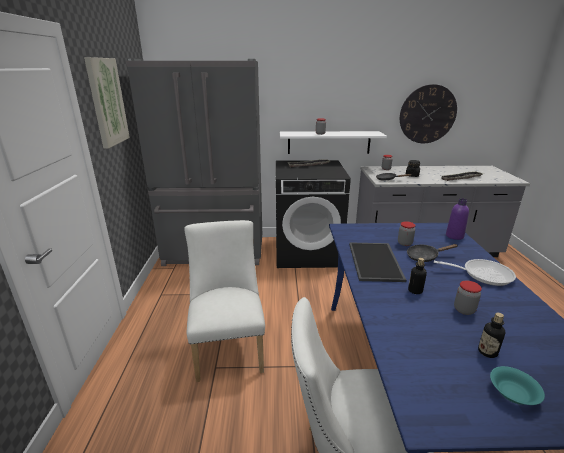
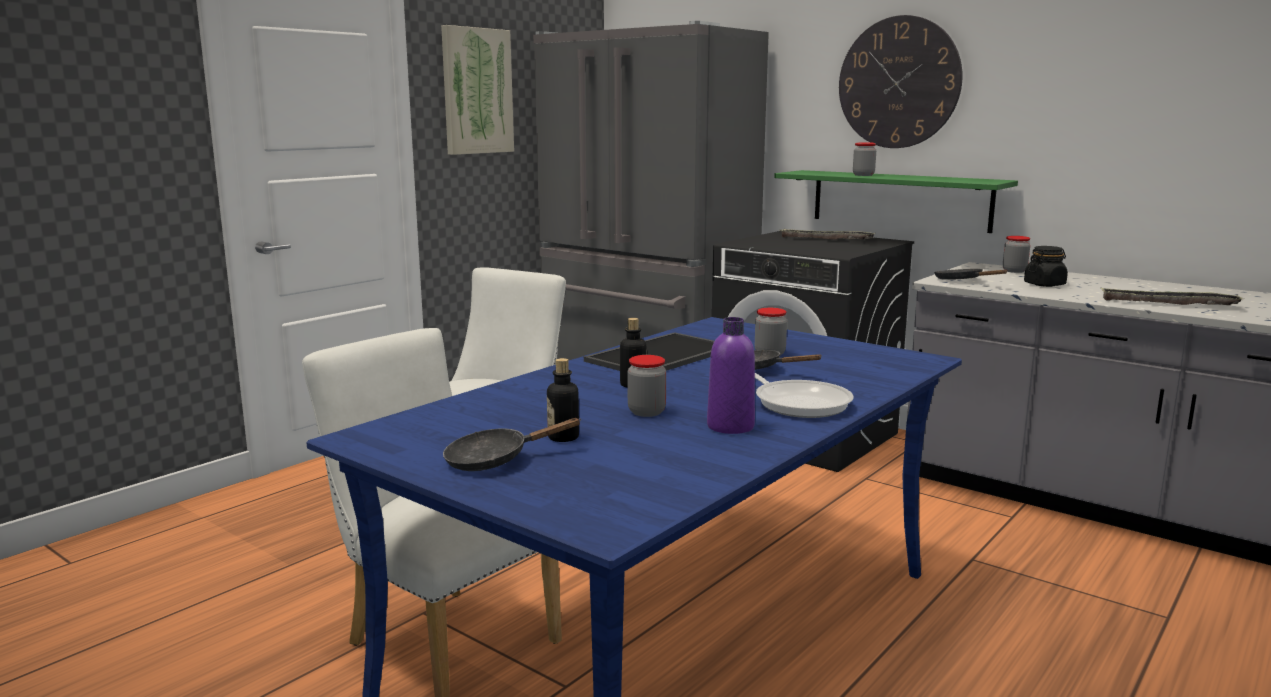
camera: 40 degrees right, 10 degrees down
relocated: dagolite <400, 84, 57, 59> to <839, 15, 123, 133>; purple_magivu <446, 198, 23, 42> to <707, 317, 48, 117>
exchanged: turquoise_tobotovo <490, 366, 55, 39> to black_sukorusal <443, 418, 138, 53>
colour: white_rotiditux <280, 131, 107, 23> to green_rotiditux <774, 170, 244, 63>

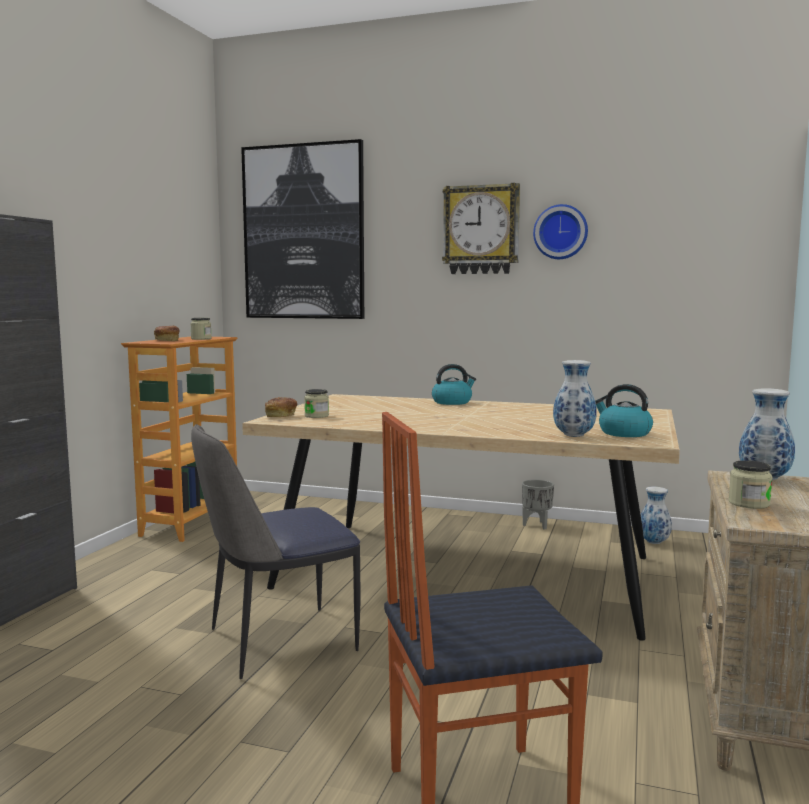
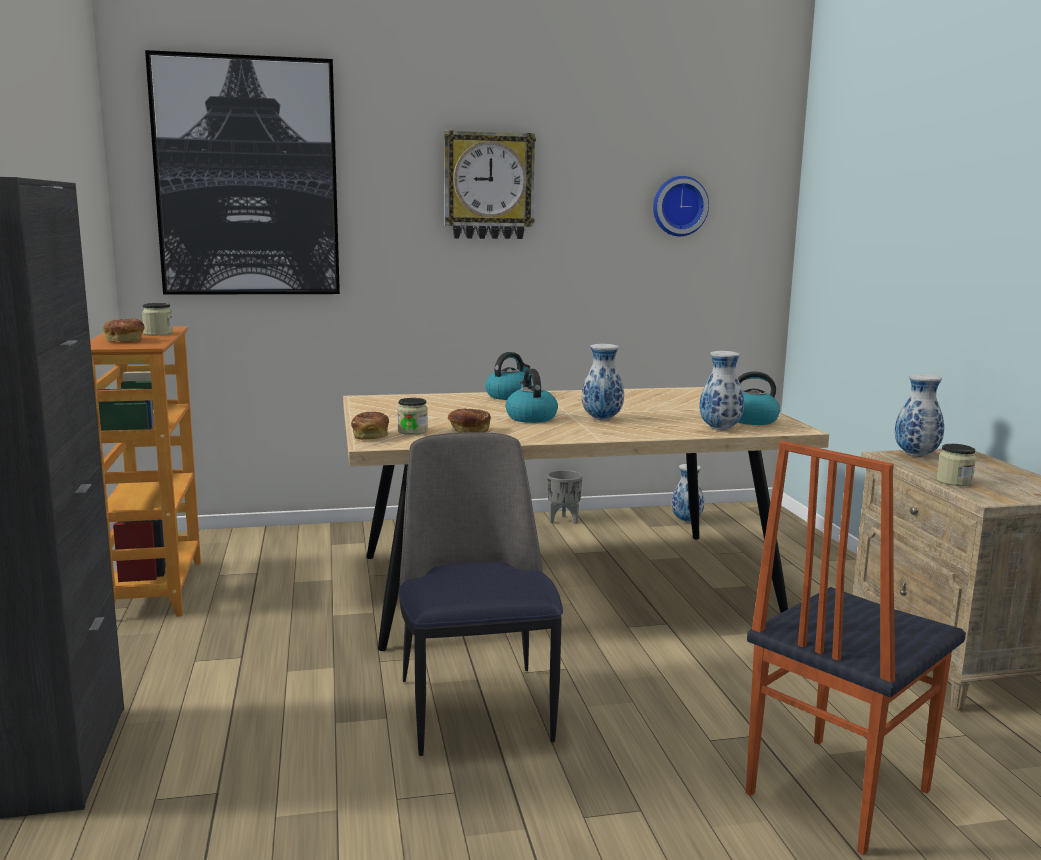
camera: 30 degrees left, 5 degrees up
appeared: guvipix <448, 409, 43, 24>; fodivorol <506, 369, 52, 54>; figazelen <582, 344, 42, 76>
relocated: dagolite <533, 204, 55, 55> to <653, 176, 56, 61>
spun: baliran <191, 424, 170, 255> = <399, 432, 164, 324> 135 degrees clockwise

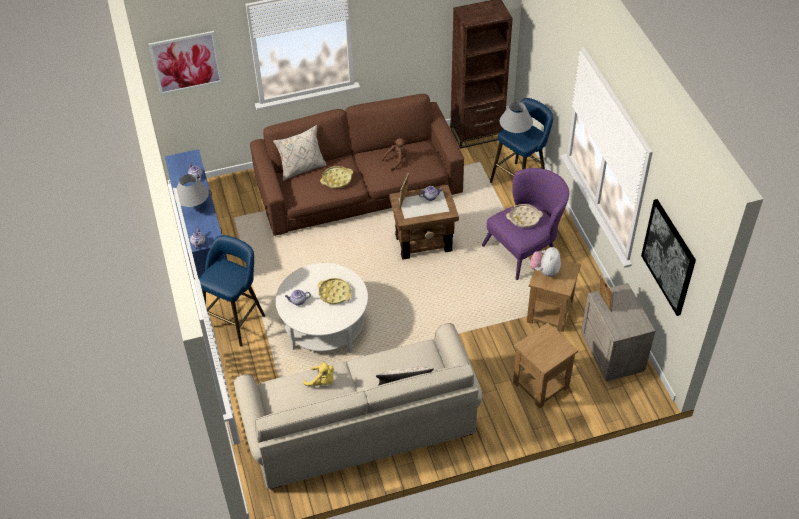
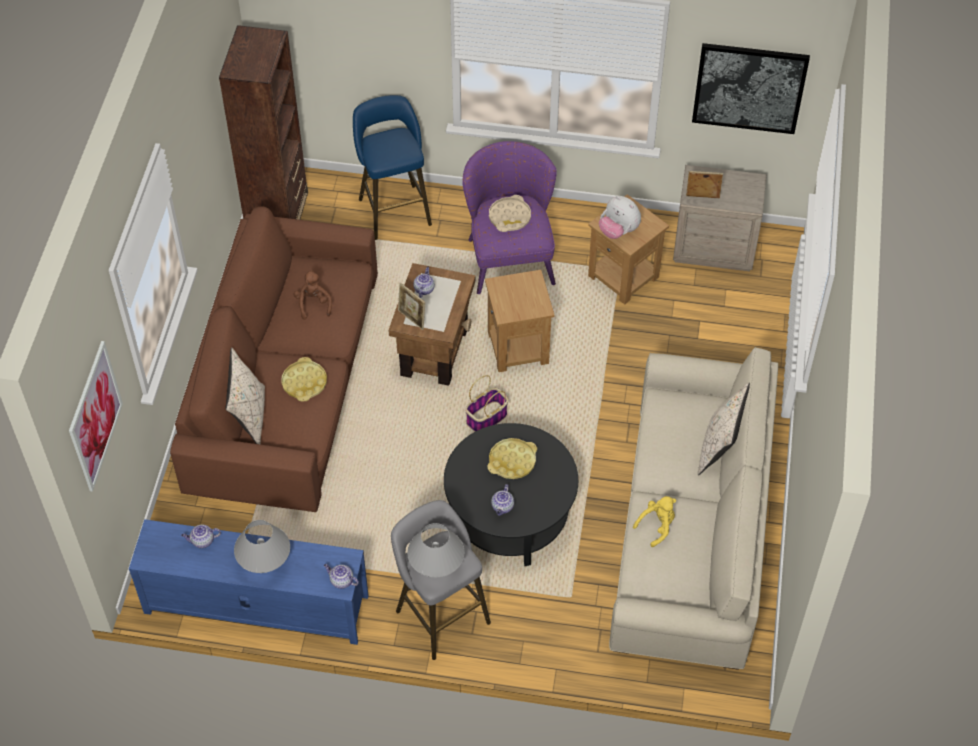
camera: 65 degrees left, 5 degrees up
appeared: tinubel <465, 375, 43, 57>
relocated: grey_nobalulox <499, 102, 34, 32> to <407, 523, 58, 54>; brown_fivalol <513, 323, 65, 86> to <485, 270, 70, 102>
colour: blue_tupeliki <199, 235, 66, 111> to grey_tupeliki <391, 500, 100, 160>; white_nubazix <276, 263, 92, 90> to black_nubazix <444, 423, 134, 143>

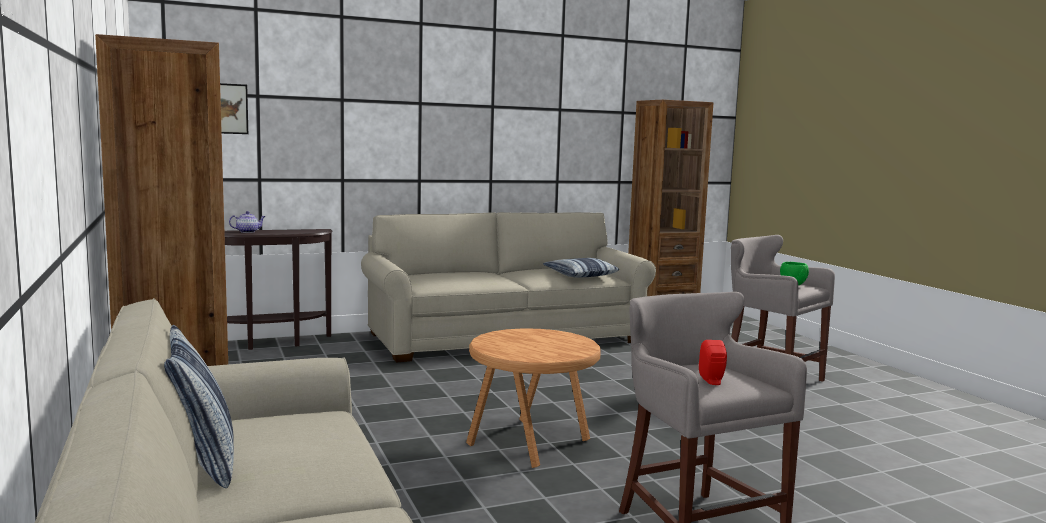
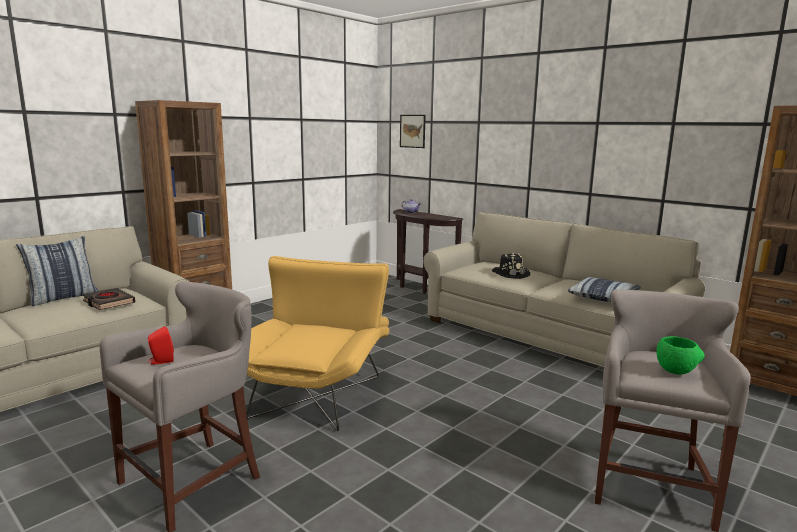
camera: 65 degrees right, 5 degrees up
appeared: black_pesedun <82, 288, 53, 22>; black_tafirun <492, 253, 38, 26>
exchanged: brown_fivalol <466, 328, 135, 140> to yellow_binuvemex <246, 256, 143, 175>

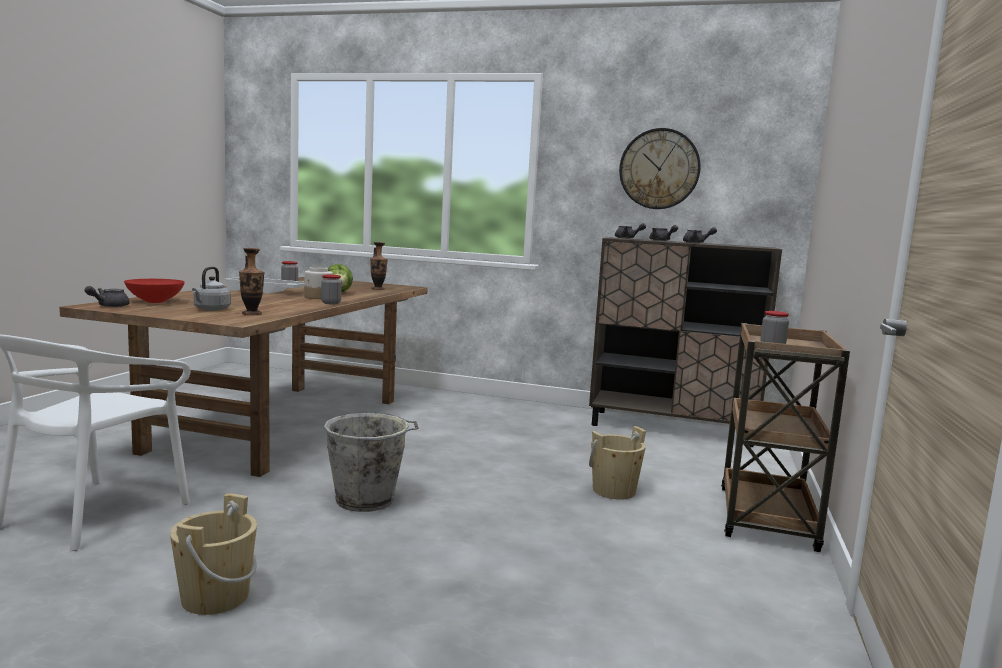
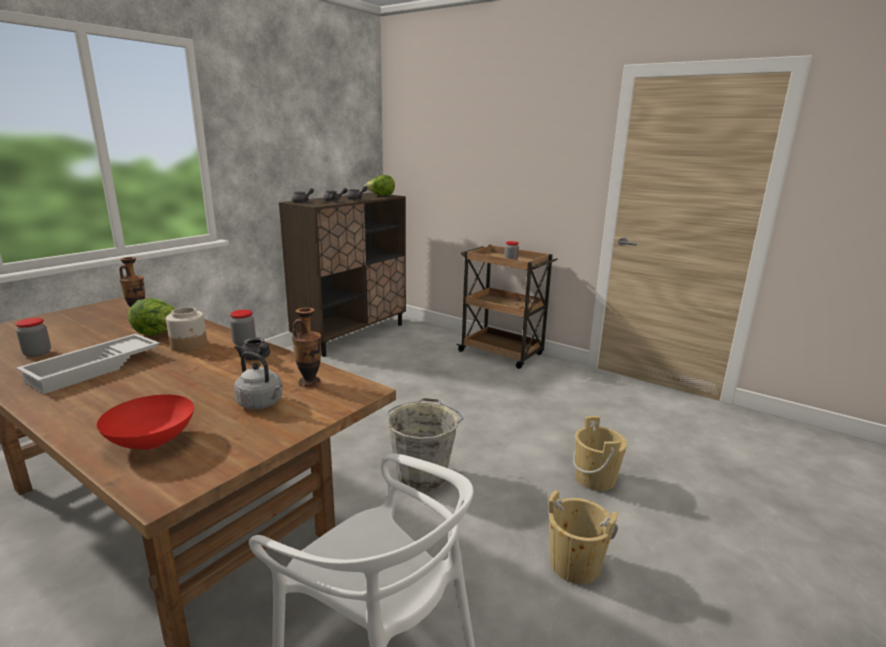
camera: 70 degrees left, 10 degrees up
missing: dagolite <619, 128, 81, 81>
appeared: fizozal <365, 175, 30, 21>
relocated: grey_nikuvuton <84, 286, 46, 21> to <234, 337, 36, 23>; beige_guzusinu <589, 426, 57, 74> to <573, 416, 54, 75>

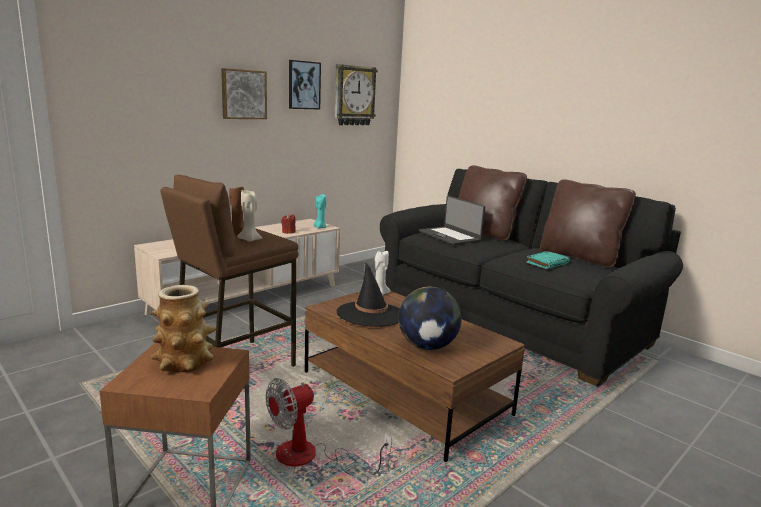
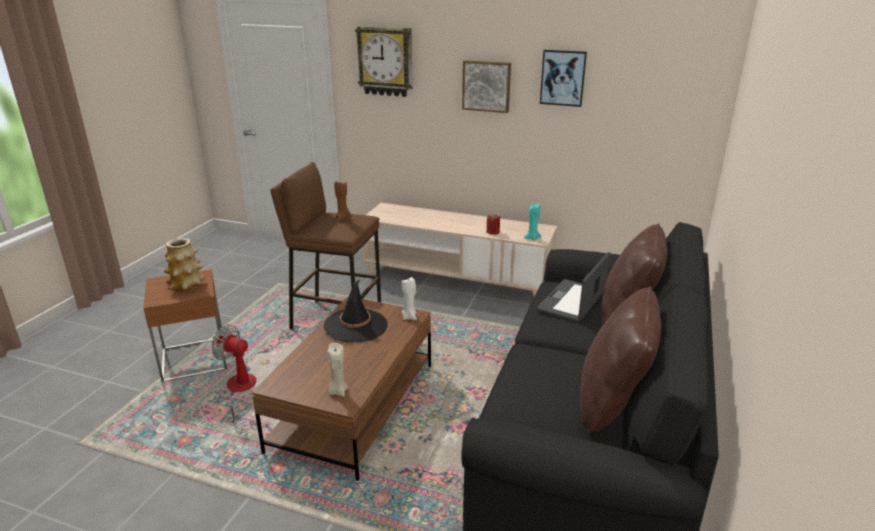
camera: 65 degrees right, 10 degrees up
missing: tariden <398, 287, 64, 63>; turquoise_pesedun <526, 251, 44, 18>
relocated: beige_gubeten <238, 190, 24, 52> to <327, 343, 21, 53>; dagolite <335, 64, 43, 61> to <355, 26, 58, 71>

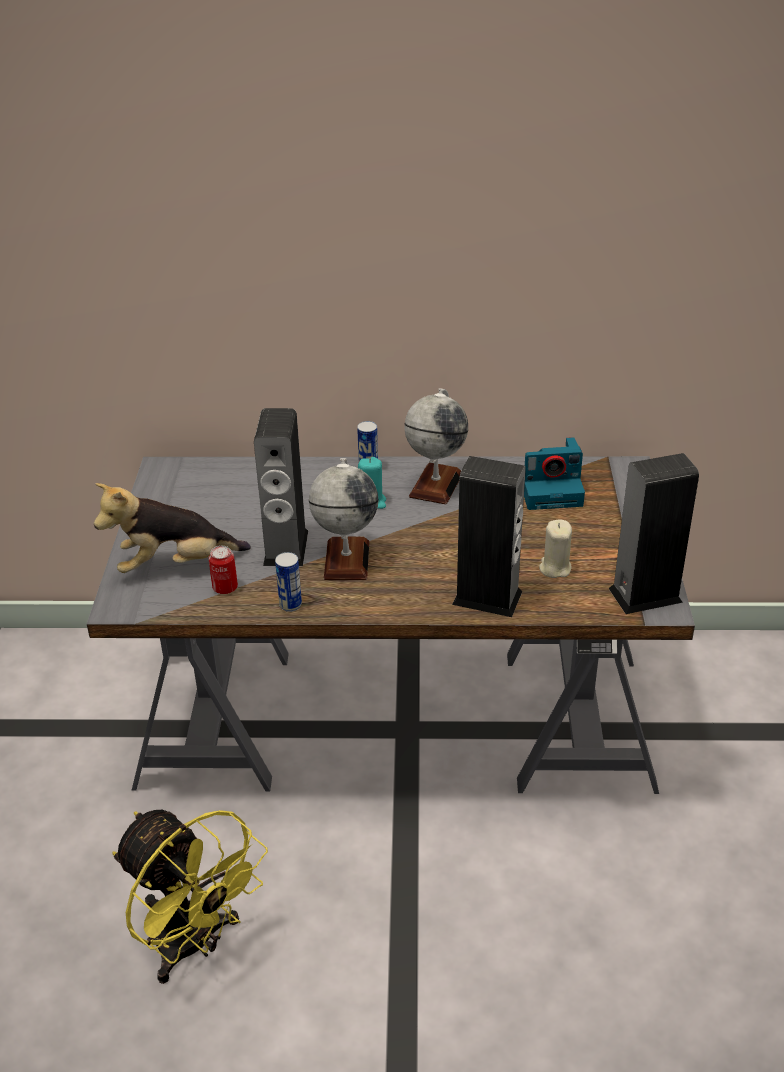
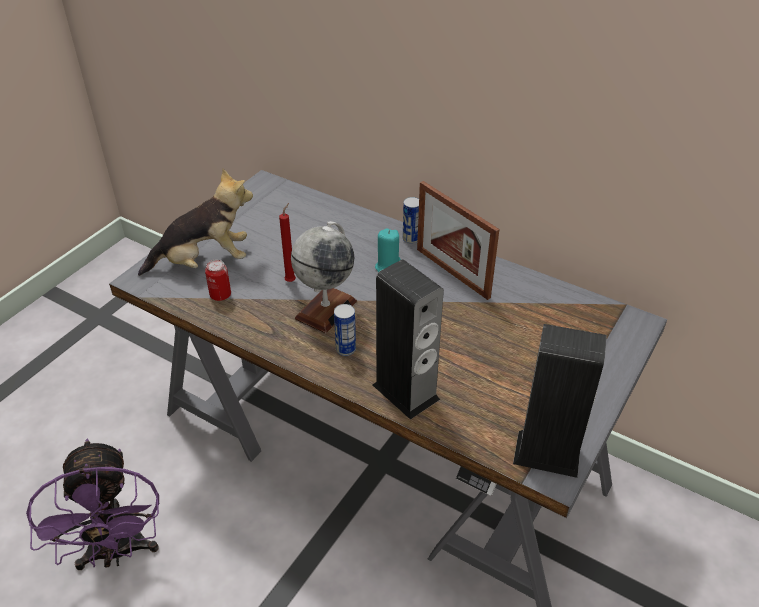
camera: 30 degrees right, 5 degrees up
missing: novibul <524, 437, 61, 73>; beige_gubeten <539, 519, 33, 59>
relocated: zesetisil <275, 552, 27, 60> to <334, 304, 22, 52>
exchanged: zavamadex <254, 408, 54, 158> to red_gubeten <279, 203, 17, 79>; tariden <404, 388, 64, 116> to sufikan <417, 181, 82, 119>
colour: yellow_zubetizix <113, 810, 155, 174> to purple_zubetizix <26, 439, 133, 131>
spun: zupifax <94, 483, 157, 90> = <138, 168, 115, 108> 150 degrees clockwise

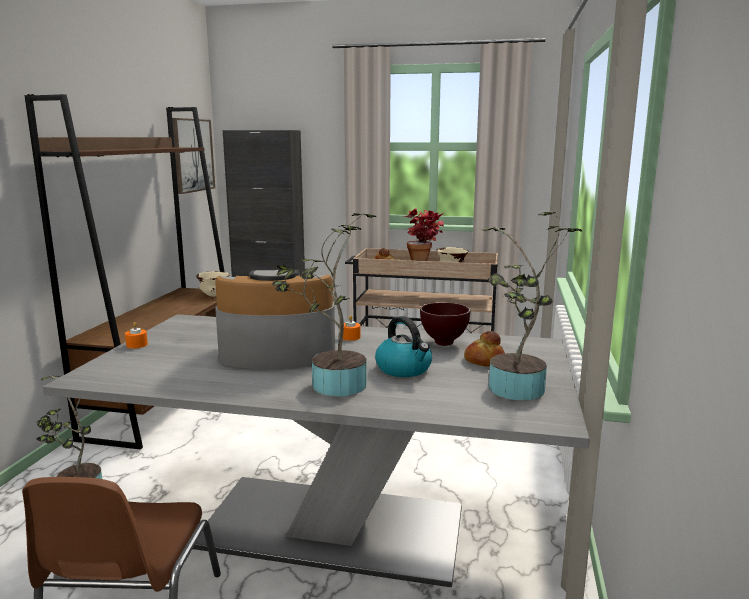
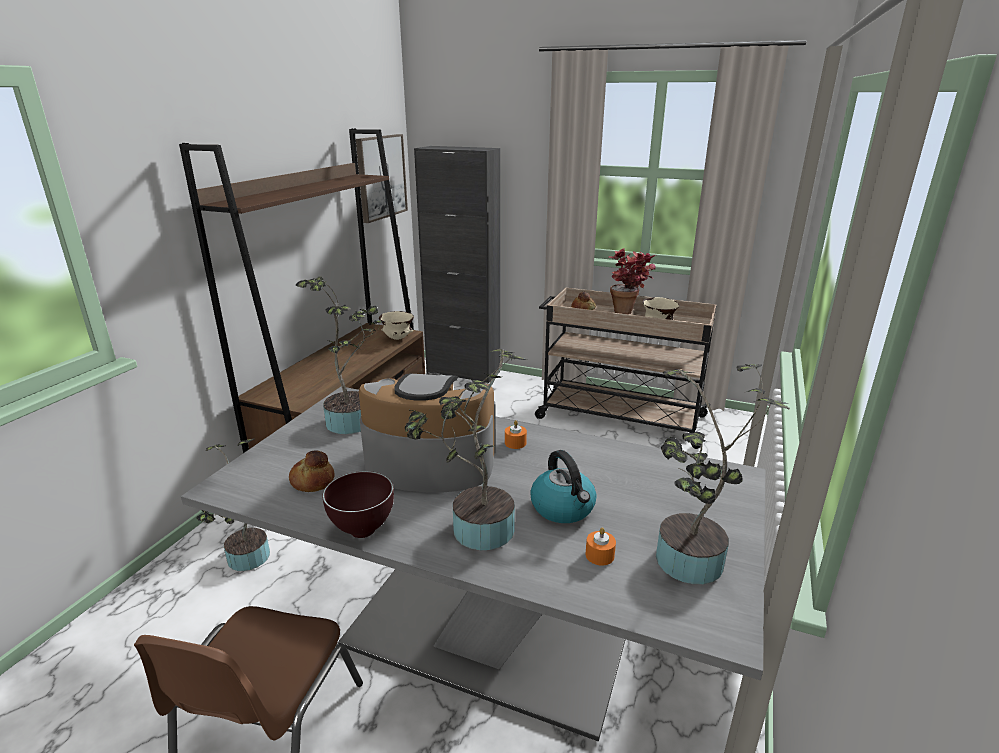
camera: 10 degrees right, 10 degrees up
appeared: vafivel <296, 276, 88, 158>
relocated: orange_gubeten <125, 322, 23, 27> to <586, 527, 30, 39>; brown_tobotovo <420, 302, 50, 44> to <322, 471, 72, 67>; guvipix <464, 331, 41, 36> to <289, 450, 46, 42>

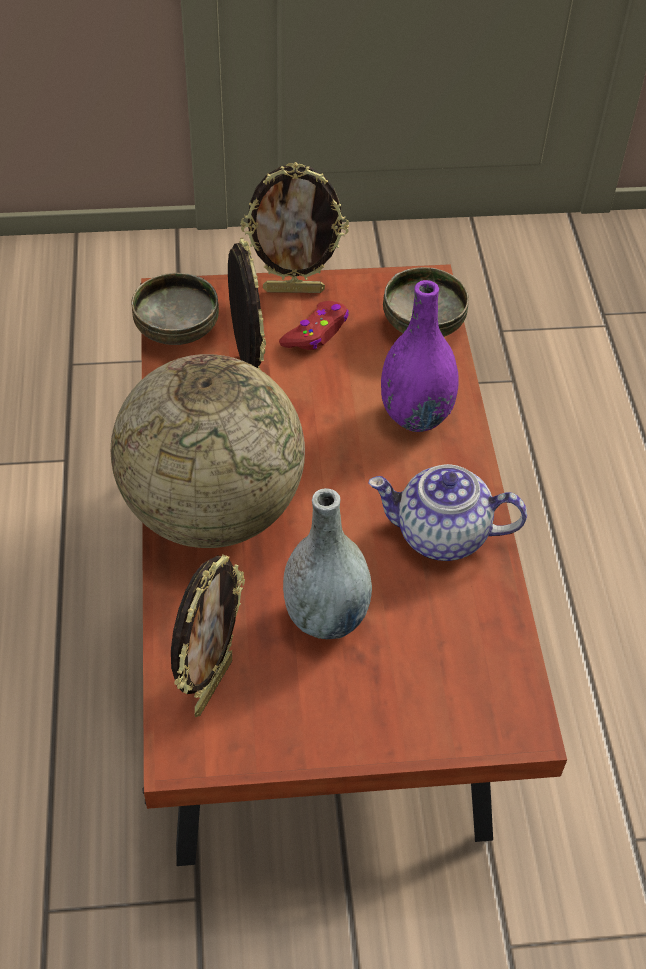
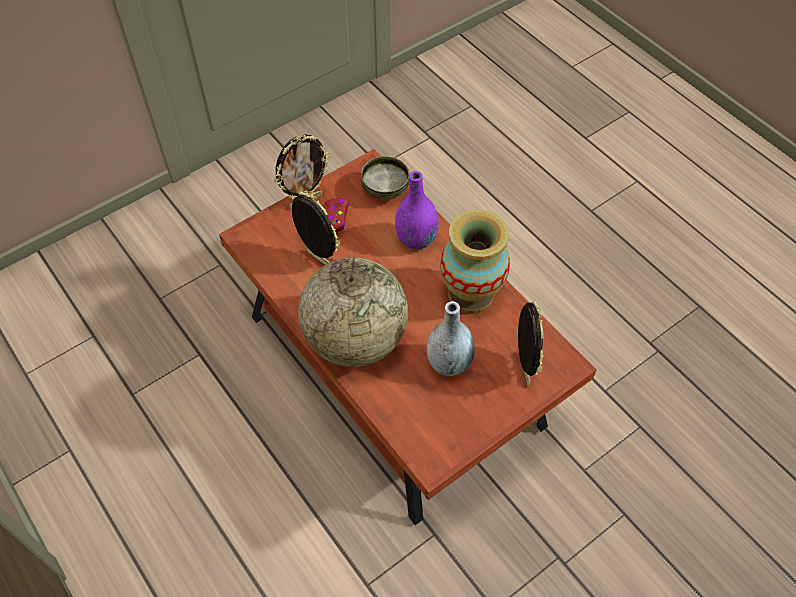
camera: 30 degrees left, 5 degrees up
missing: tobotovo <131, 273, 88, 72>
relocated: sufikan <171, 554, 74, 163> to <518, 300, 26, 86>
exchanged: nikuvuton <368, 464, 159, 97> to figazelen <440, 209, 70, 105>

